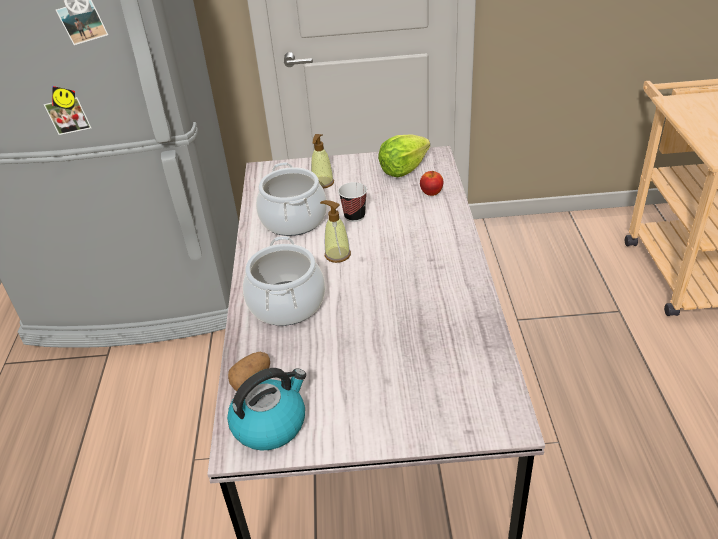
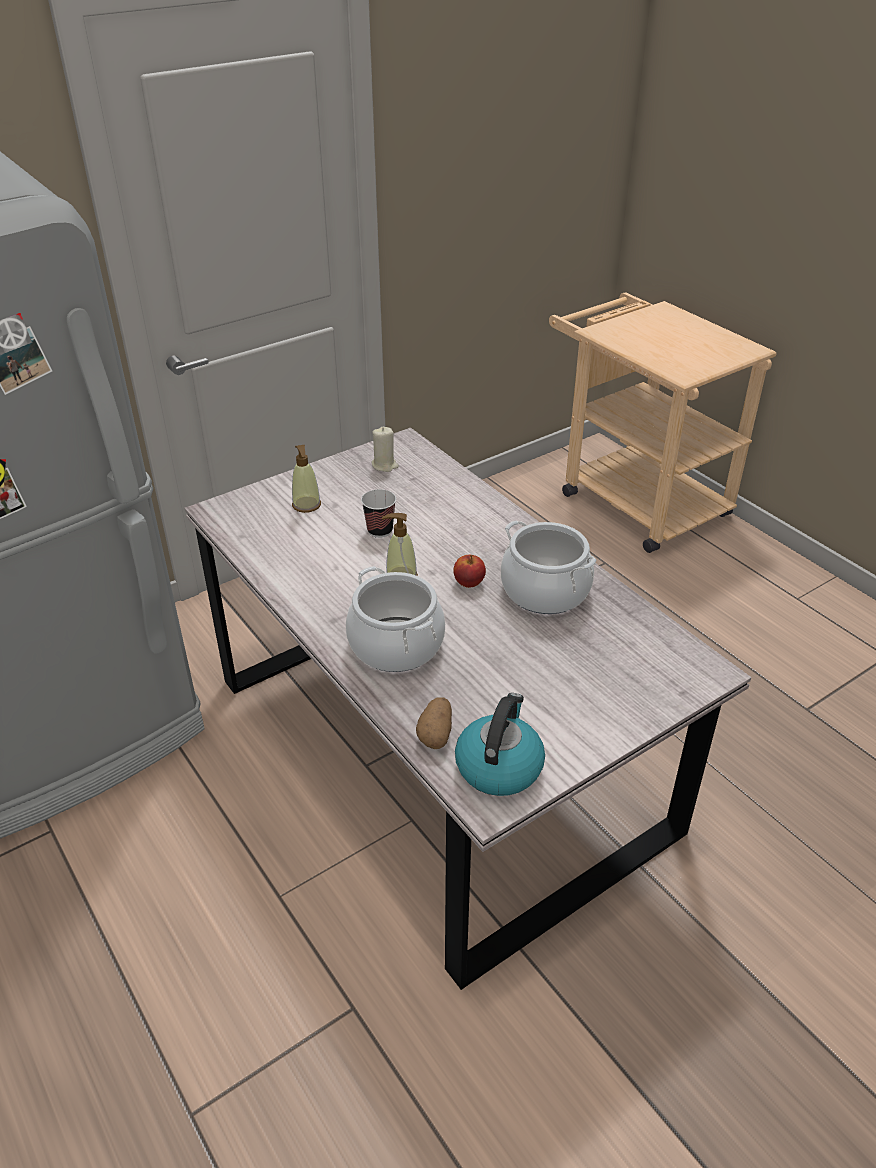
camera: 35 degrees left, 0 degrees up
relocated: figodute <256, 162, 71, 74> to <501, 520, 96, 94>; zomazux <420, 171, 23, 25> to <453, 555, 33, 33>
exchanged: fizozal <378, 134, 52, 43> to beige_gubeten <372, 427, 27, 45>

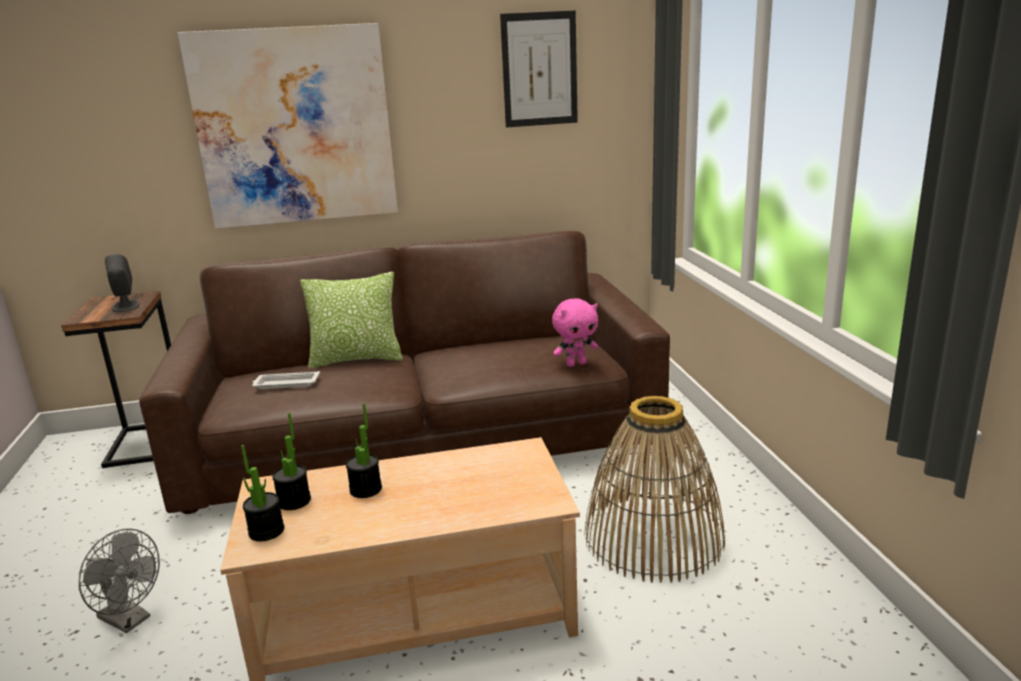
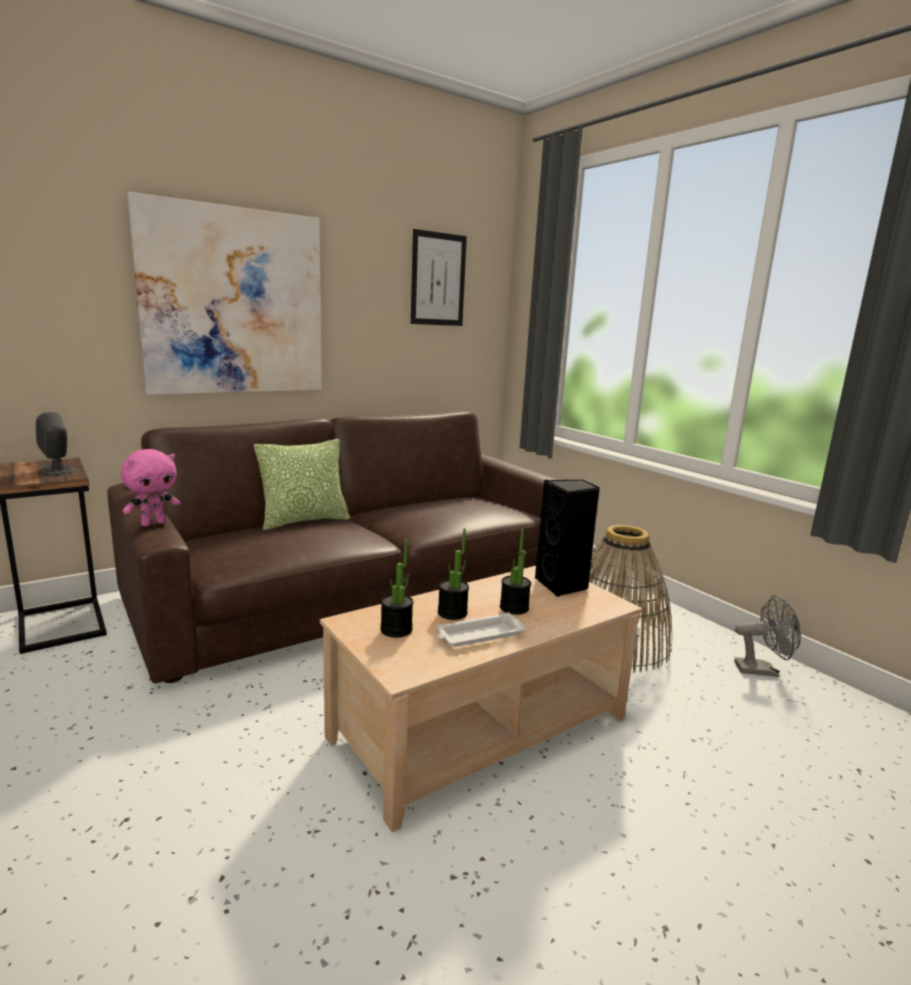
camera: 25 degrees left, 5 degrees down
appeared: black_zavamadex <535, 480, 65, 117>
relocated: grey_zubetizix <79, 528, 81, 105> to <734, 595, 67, 82>; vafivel <241, 445, 43, 96> to <500, 529, 31, 86>; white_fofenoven <252, 371, 68, 18> to <436, 612, 90, 35>; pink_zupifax <552, 298, 46, 69> to <121, 449, 59, 78>

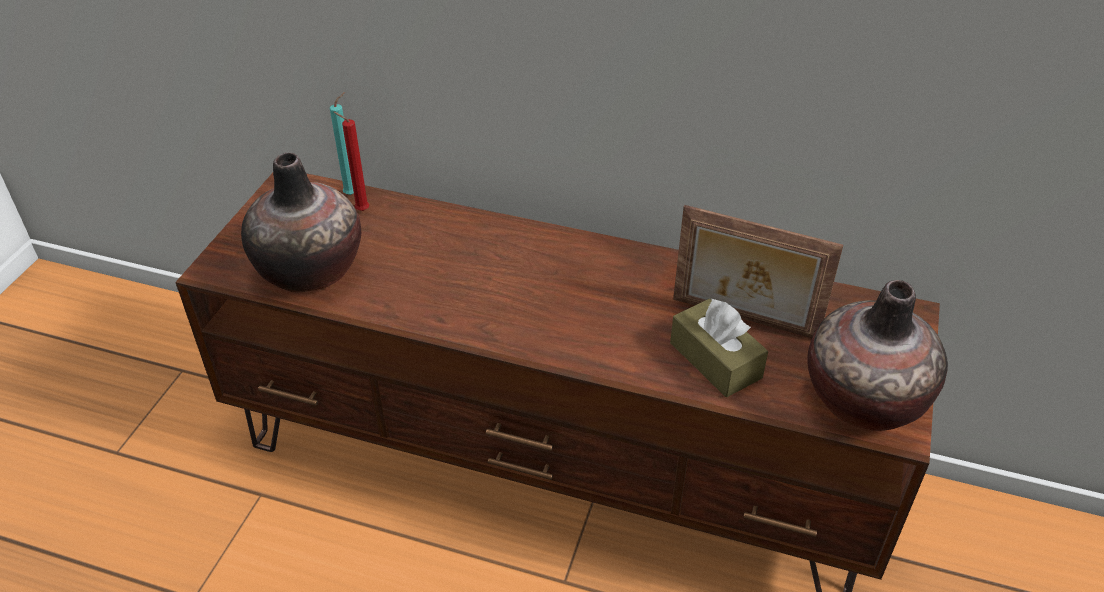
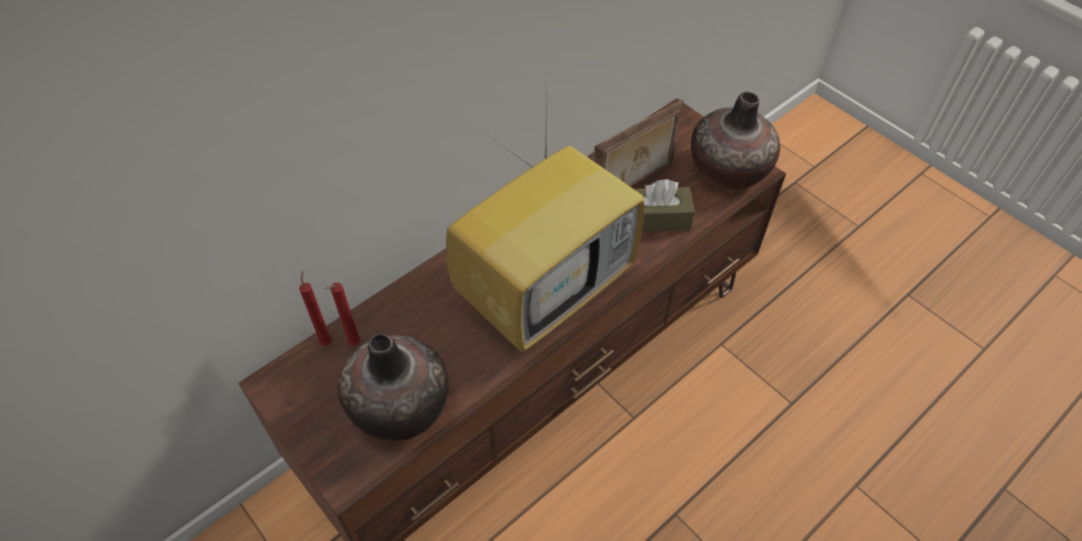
camera: 60 degrees left, 10 degrees up
appeared: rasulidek <446, 95, 198, 257>
colour: turquoise_gubeten <330, 92, 24, 103> to red_gubeten <299, 271, 33, 75>

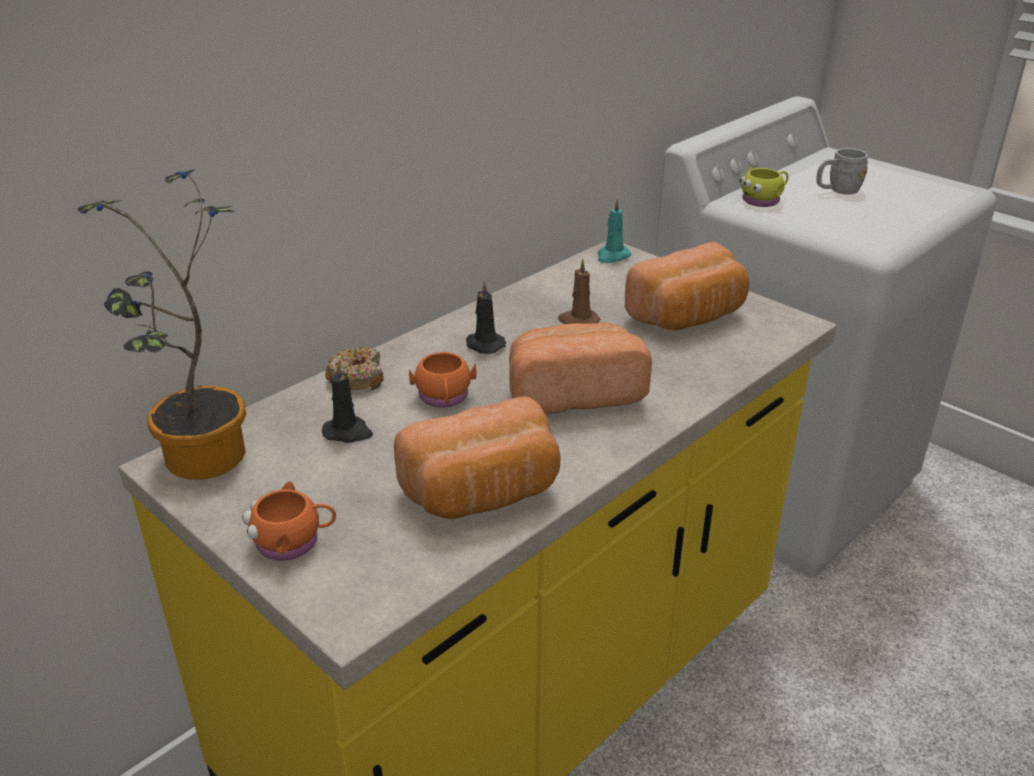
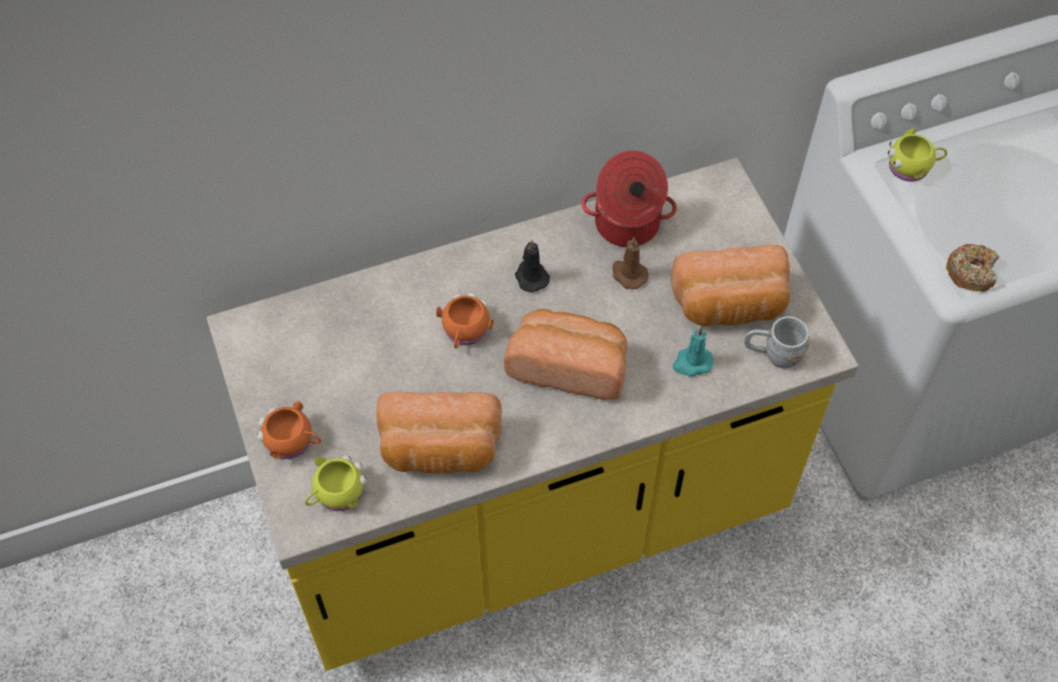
camera: 25 degrees right, 25 degrees up
missing: vafivel <78, 169, 168, 311>; black_gubeten <322, 362, 51, 81>
appeared: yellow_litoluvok <305, 456, 62, 55>; figodute <581, 151, 96, 96>
relocated: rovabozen <325, 347, 59, 44> to <946, 243, 53, 49>; turquoise_gubeten <597, 199, 34, 64> to <672, 326, 42, 50>; grey_litoluvok <816, 148, 52, 47> to <744, 316, 66, 52>

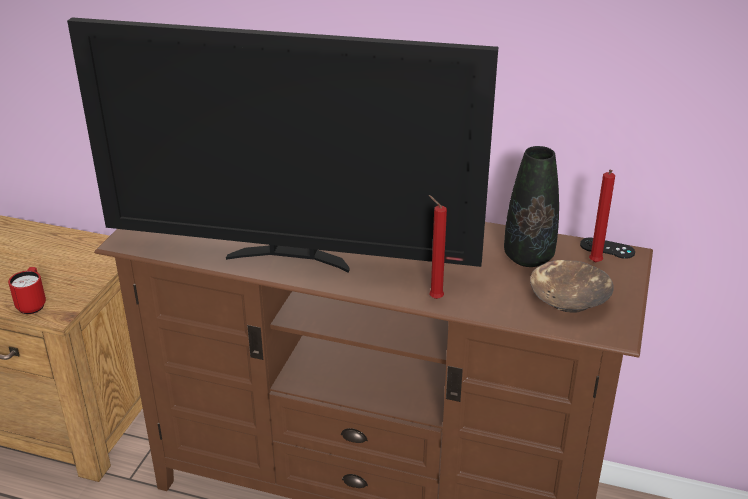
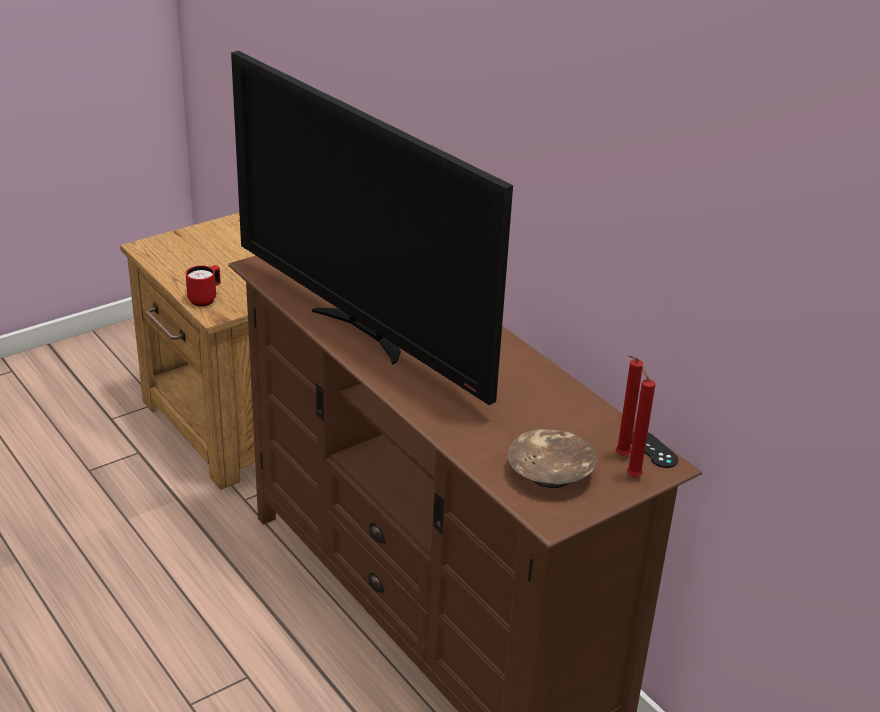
camera: 35 degrees right, 0 degrees up
missing: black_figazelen <504, 146, 55, 121>
relocated: red_gubeten <429, 195, 18, 104> to <627, 365, 29, 112>

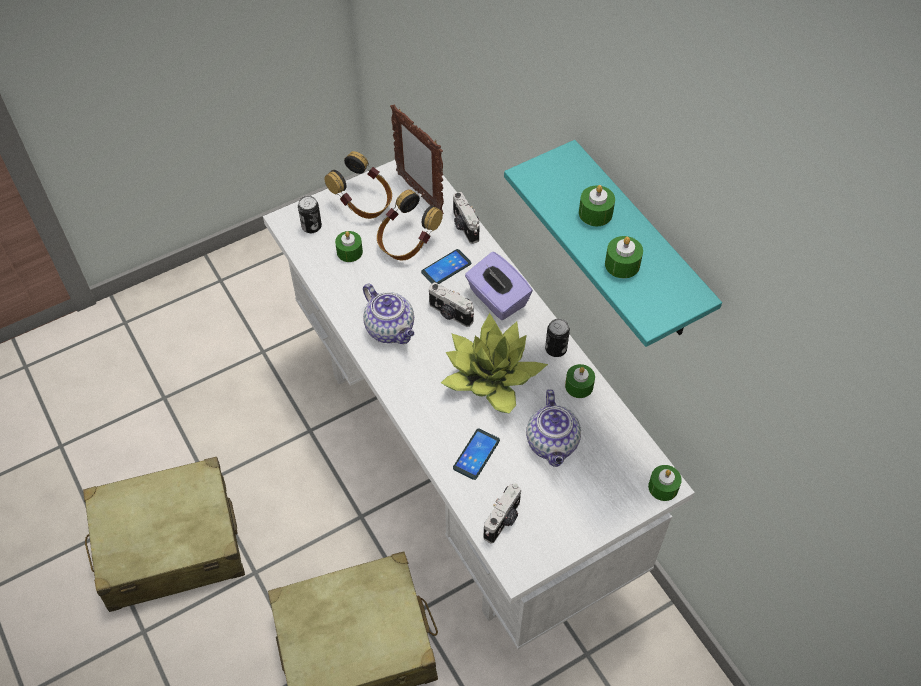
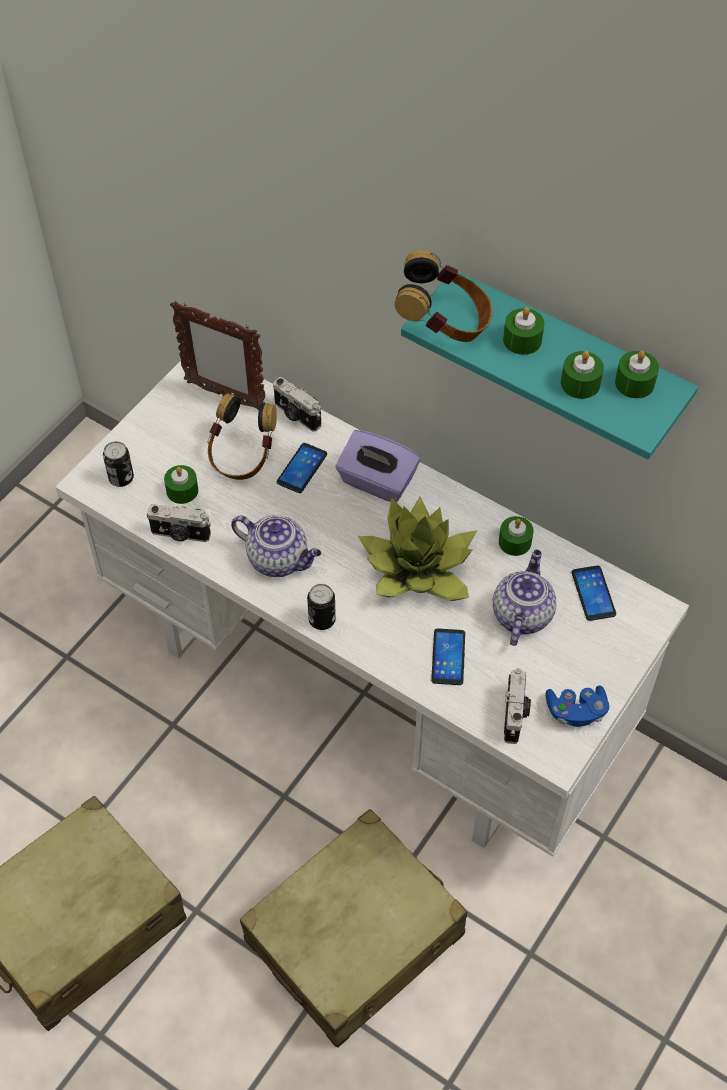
camera: 25 degrees left, 0 degrees up
appeared: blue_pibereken <546, 685, 64, 42>; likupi <572, 565, 44, 56>
relocated: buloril <324, 151, 68, 68> to <395, 250, 97, 92>; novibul <429, 282, 45, 45> to <147, 504, 64, 38>; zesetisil <545, 319, 25, 38> to <307, 584, 29, 46>; green_gubeten <648, 465, 34, 36> to <615, 351, 44, 47>
spun: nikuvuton <526, 389, 55, 78> = <493, 550, 64, 96> 135 degrees counterclockwise

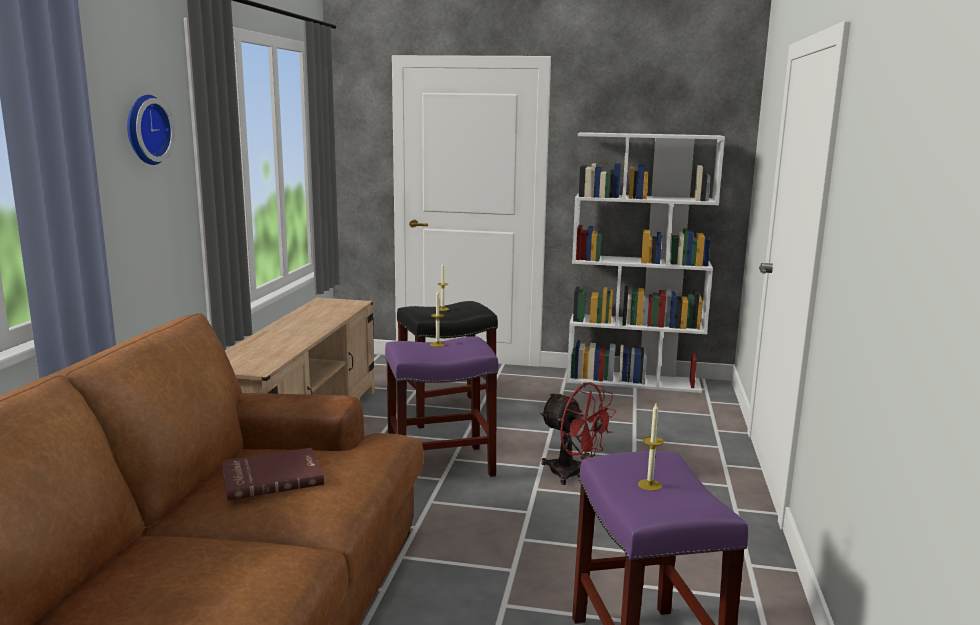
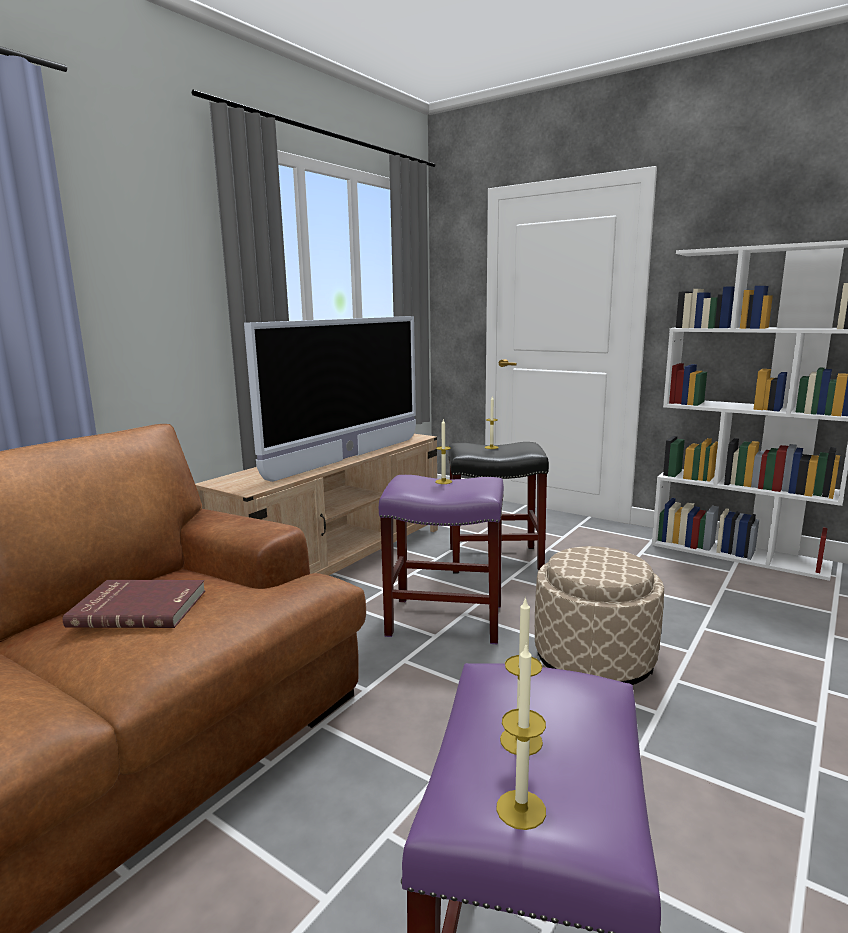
camera: 25 degrees right, 0 degrees up
missing: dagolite <127, 95, 48, 70>
appeared: rasulidek <244, 316, 172, 166>; gubeten <496, 643, 50, 187>
exchanged: red_zubetizix <540, 383, 76, 102> to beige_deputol <535, 546, 129, 139>

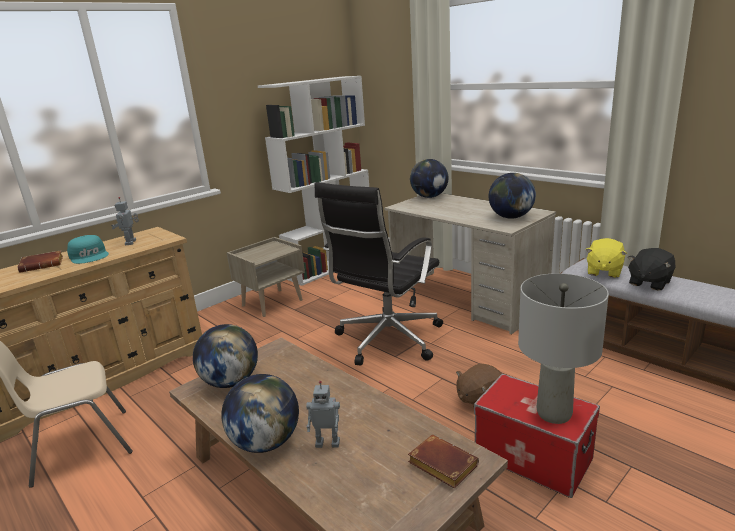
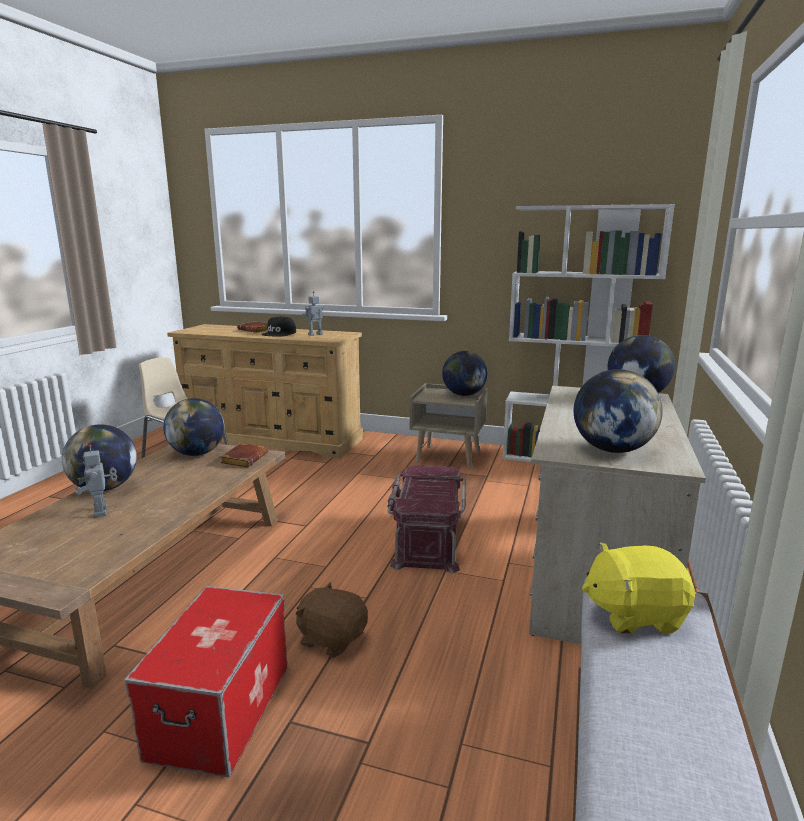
camera: 60 degrees right, 5 degrees down
missing: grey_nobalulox <518, 273, 91, 151>; black_zupifax <627, 248, 49, 43>
appeared: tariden <442, 351, 46, 45>
relocated: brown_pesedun <408, 435, 71, 54> to <220, 443, 48, 24>
exchanged: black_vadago <314, 182, 129, 184> to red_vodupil <387, 465, 79, 108>
colour: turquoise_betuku <67, 235, 42, 29> to black_betuku <262, 316, 34, 20>

